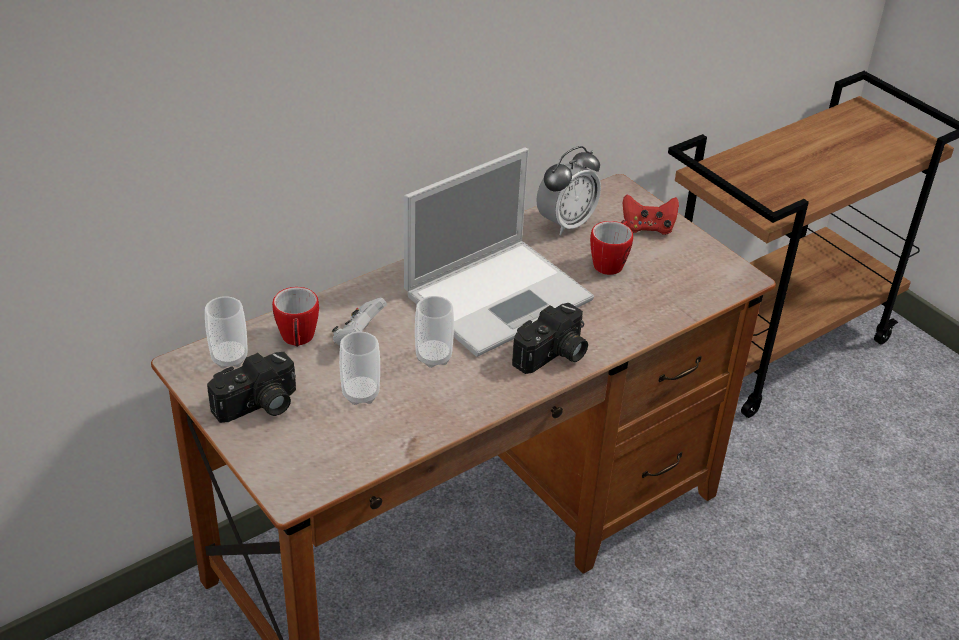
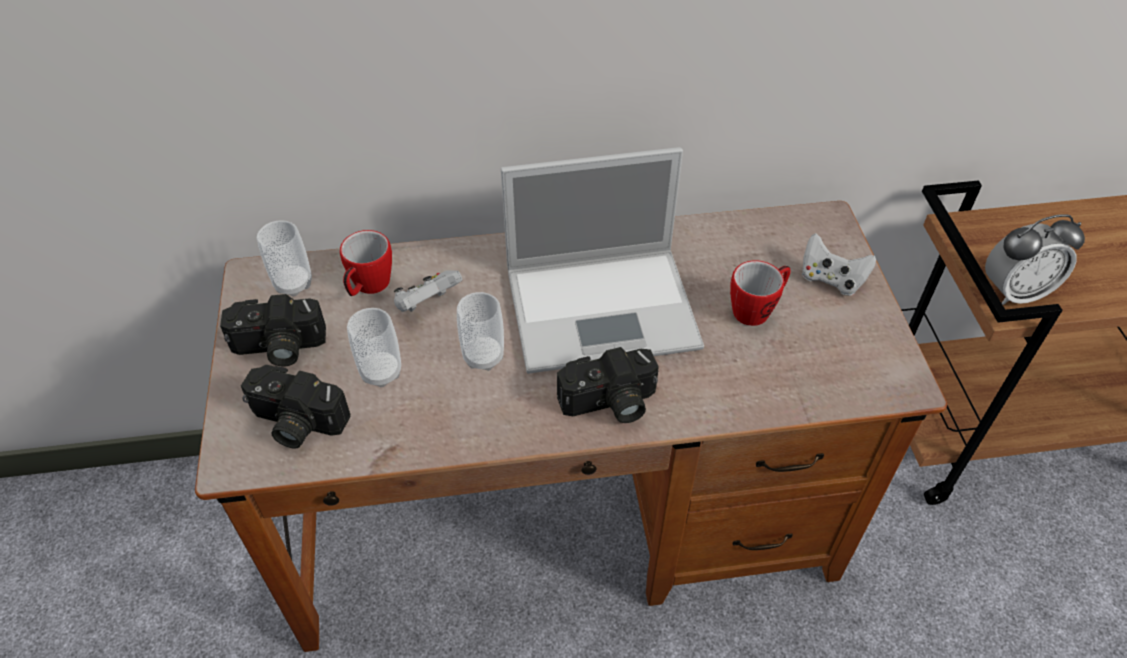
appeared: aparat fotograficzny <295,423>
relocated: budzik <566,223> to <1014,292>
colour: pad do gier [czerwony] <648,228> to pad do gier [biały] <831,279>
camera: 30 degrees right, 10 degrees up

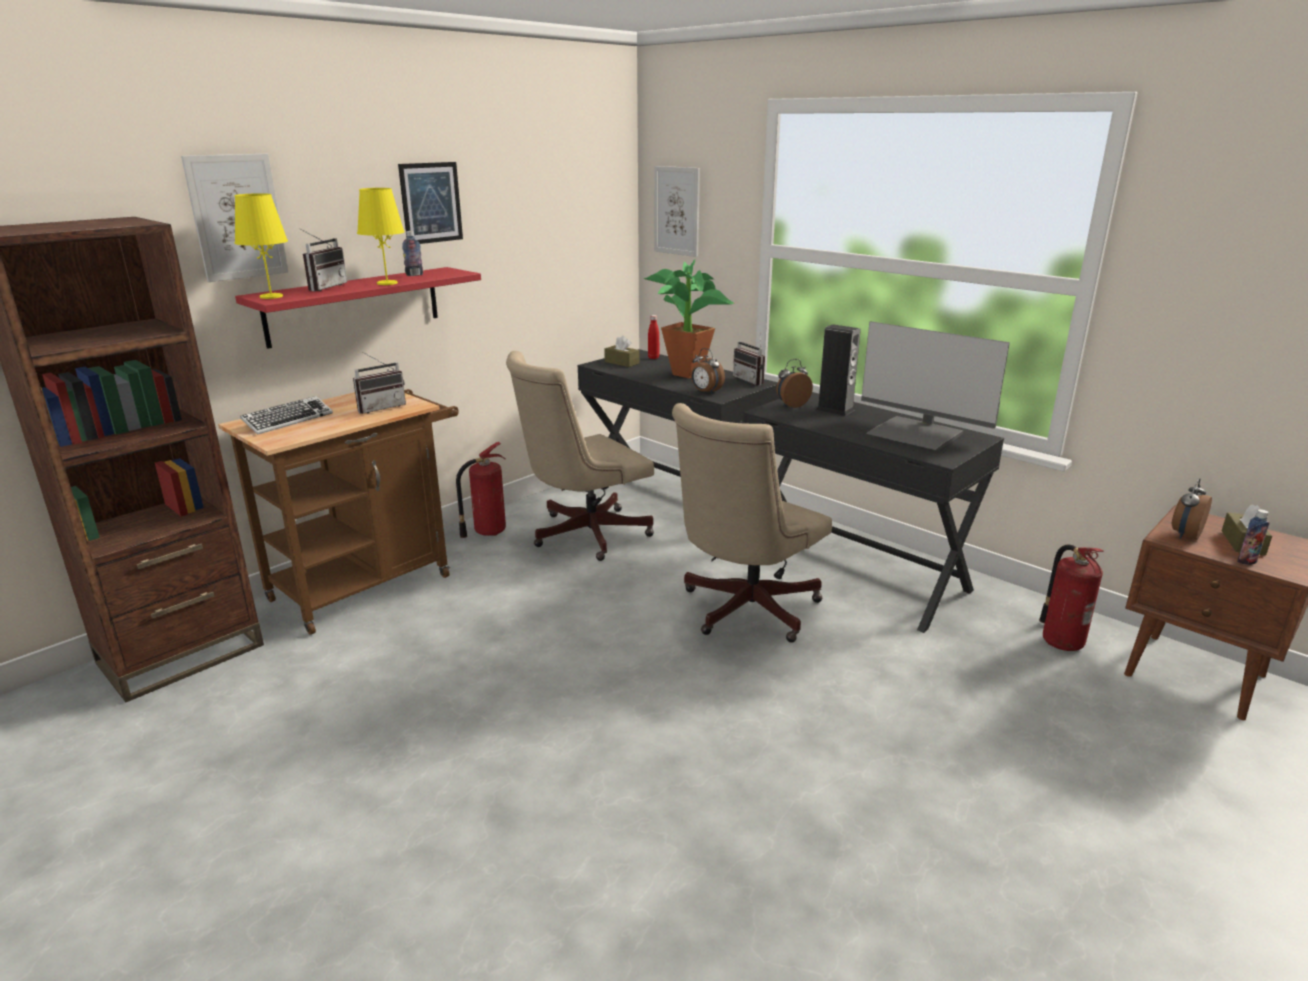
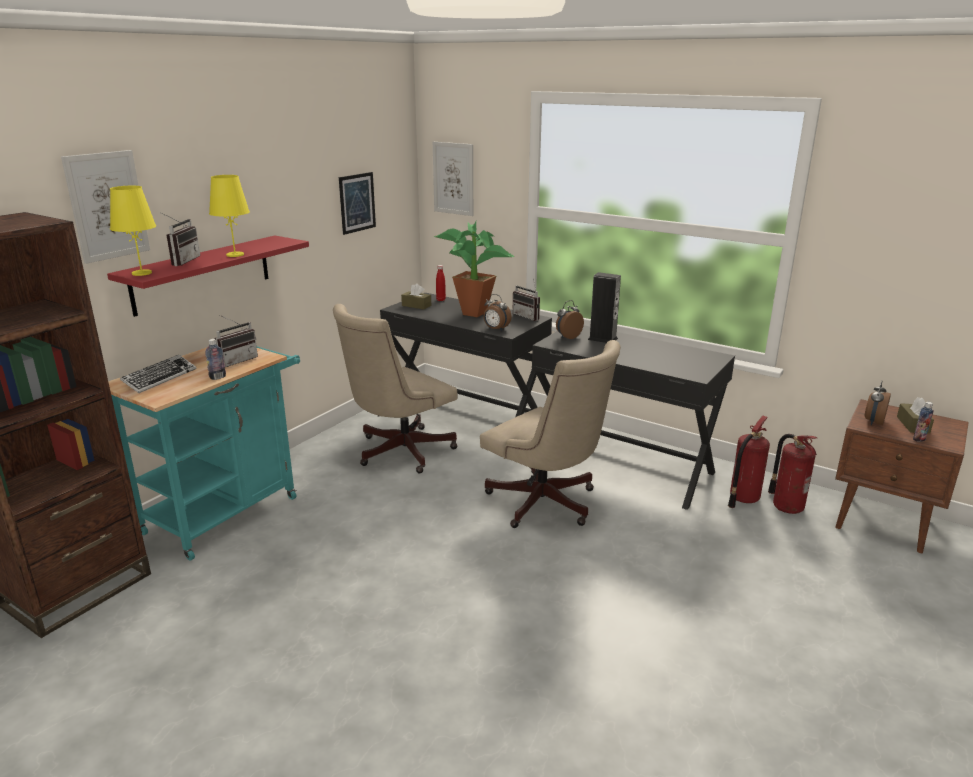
missing: monitor <916,434>
relocated: butelka <414,275> to <218,377>; obraz <431,203> to <357,203>; gaśnica <487,532> to <742,499>
colour: wózek [brązowy] <370,583> to wózek [turkusowy] <228,510>
spun: krzesło biurowe [beżowy] <743,611> = <546,505> 75 degrees counterclockwise
camera: 10 degrees left, 0 degrees up

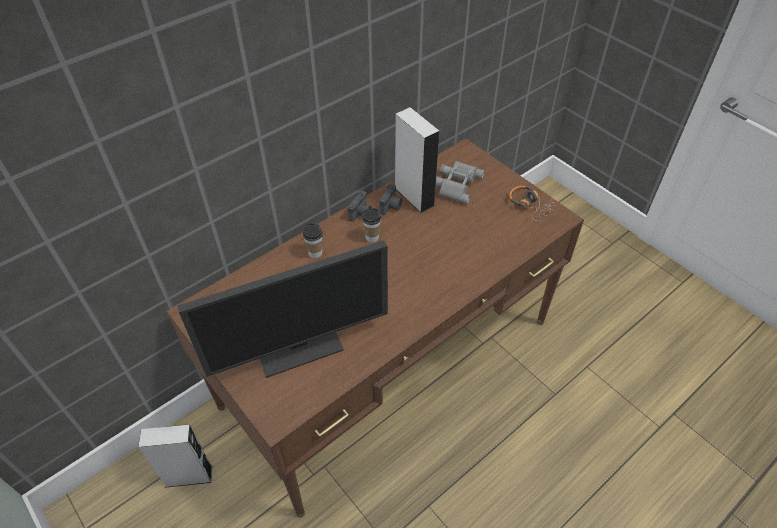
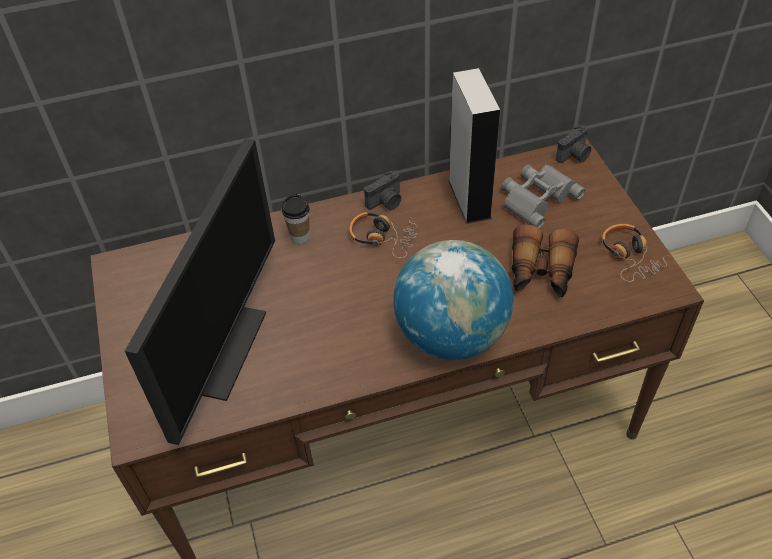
missing: głośnik [szary] <189,476>
appeared: globus <451,335>; lornetka <541,272>
relocated: aparat fotograficzny <391,206> to <574,155>
exchanged: filiżanka <372,237> to słuchawki <383,237>
spun: monitor <298,344> = <216,347> 75 degrees counterclockwise
camera: 25 degrees right, 0 degrees up

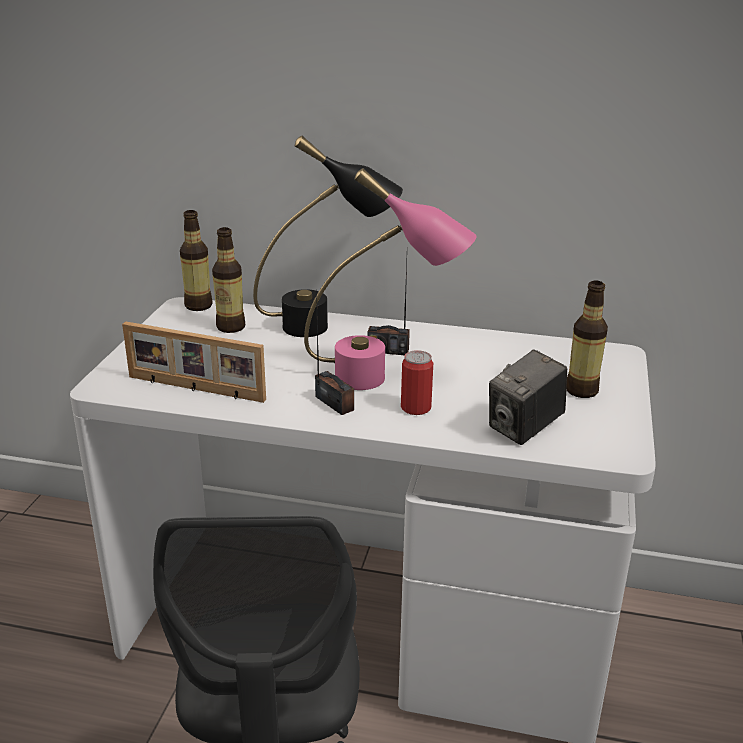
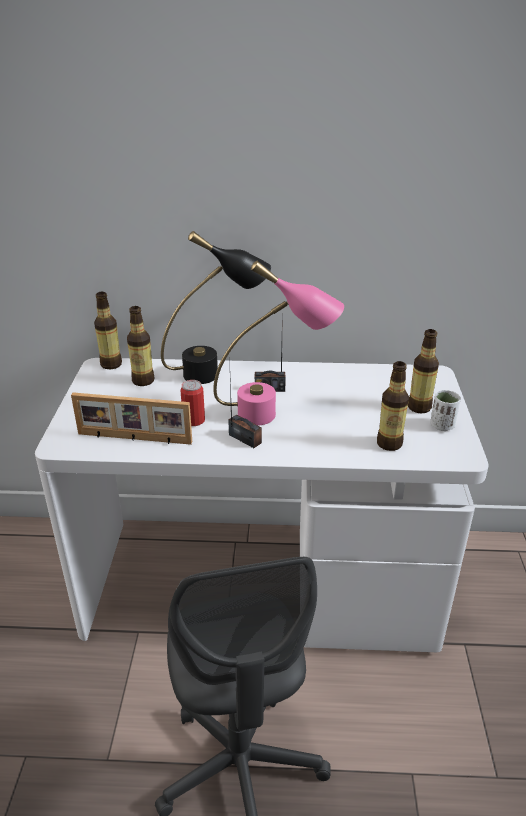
appeared: filiżanka [biały] <442,426>
relocated: puszka <416,408> to <194,420>
exchanged: aparat fotograficzny <524,429> to butelka <389,444>
camera: 10 degrees left, 5 degrees up

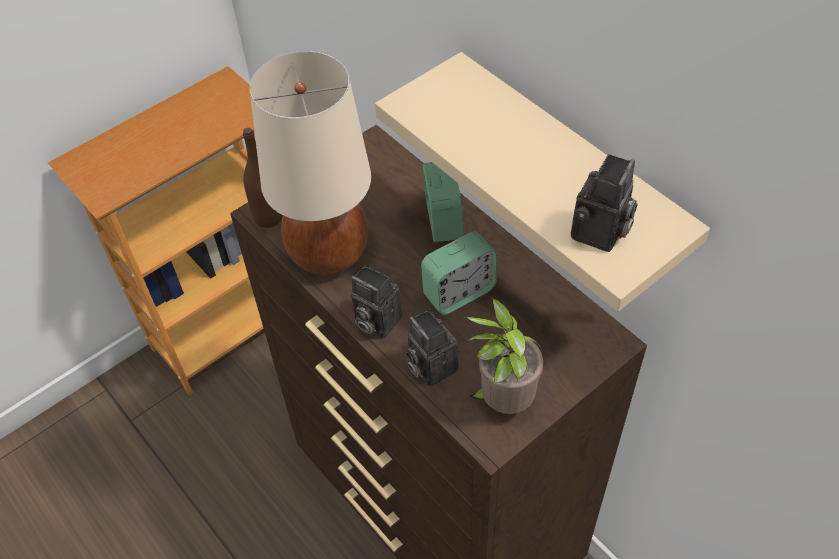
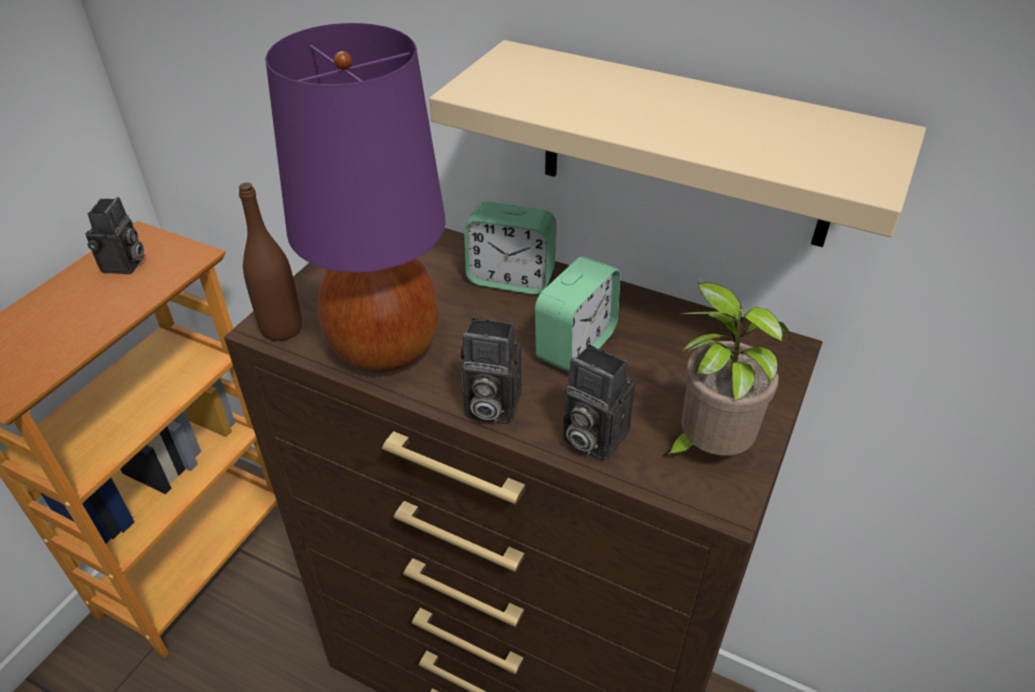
relocated: aparat fotograficzny <600,234> to <124,265>
colour: lampa stołowa [beżowy] <328,254> to lampa stołowa [fioletowy] <385,349>
spun: budzik <443,221> = <510,279> 135 degrees clockwise
camera: 25 degrees left, 10 degrees down

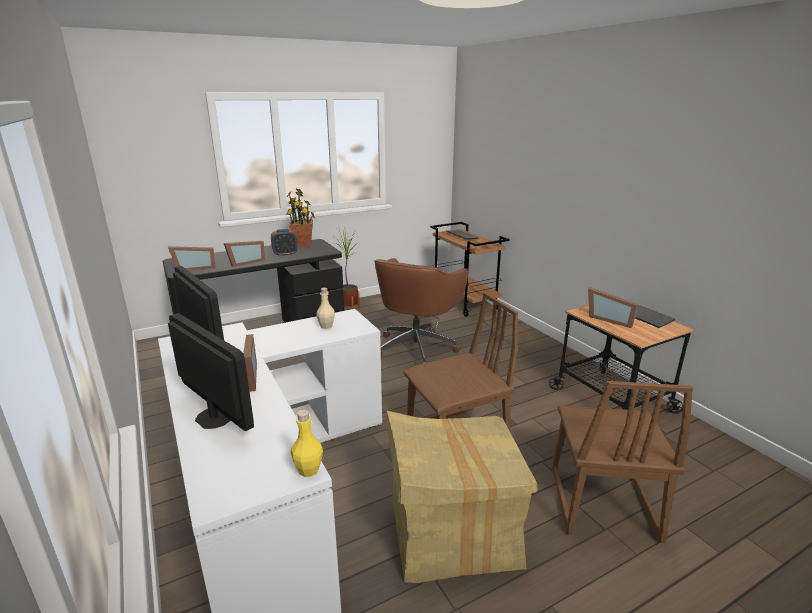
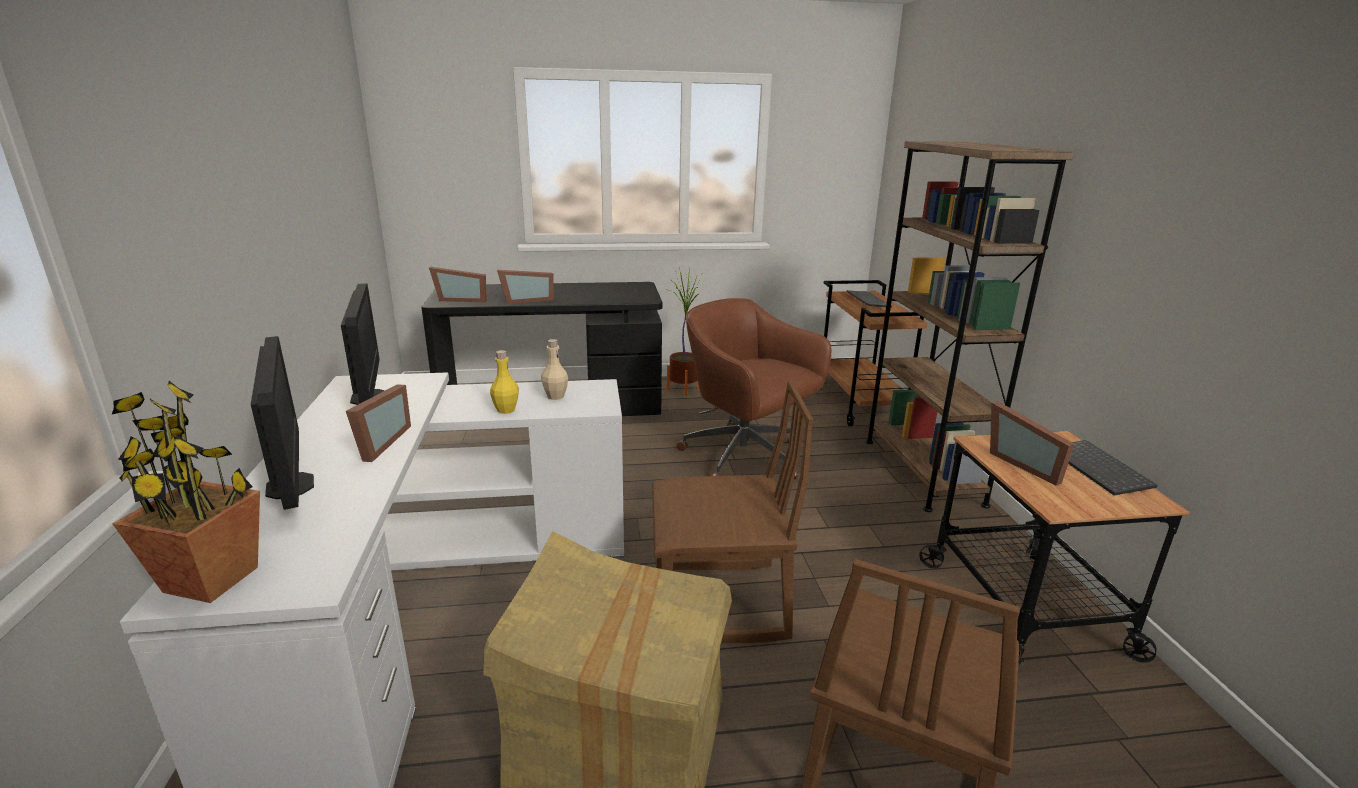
missing: budzik <285,254>
appeared: regał [brązowy] <922,471>
relocated: roślina doniczkowa <303,244> to <212,579>; butelka [żółty] <308,470> to <506,410>
spun: krzesło biurowe [brązowy] <417,347> = <746,457> 90 degrees clockwise
camera: 20 degrees right, 0 degrees up

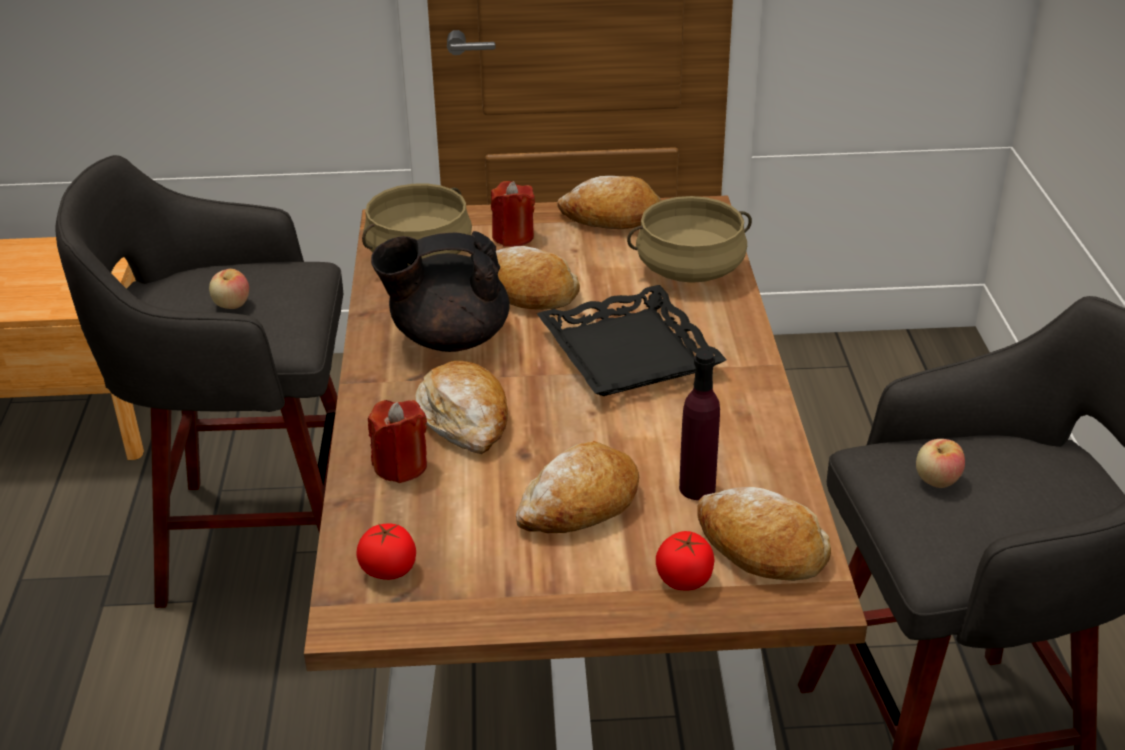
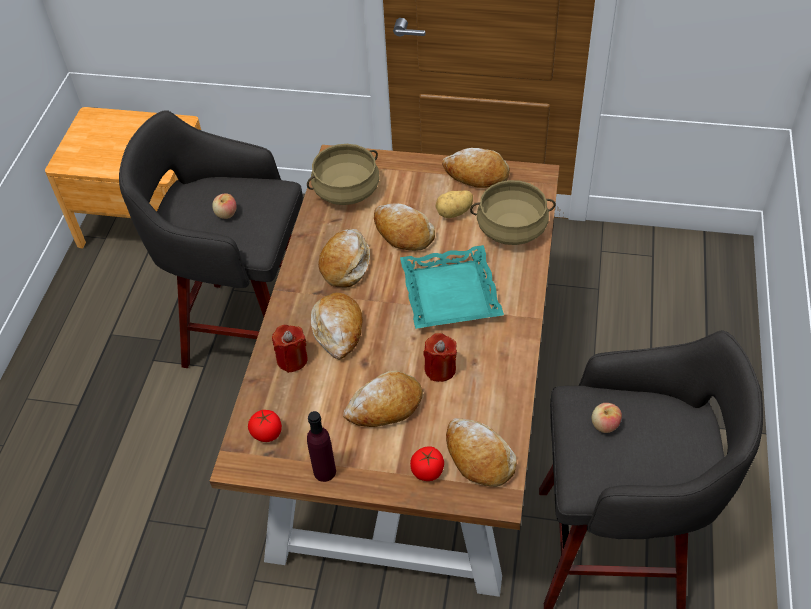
appeared: ziemniak <454,213>
relocated: butelka [fioletowy] <697,488> to <324,471>; świeca [czerwony] <513,237> to <440,369>
exchanged: imbryk [czarny] <448,338> to chleb <345,264>
colour: taca [czarny] <627,353> to taca [turkusowy] <449,293>
camera: 15 degrees right, 15 degrees up

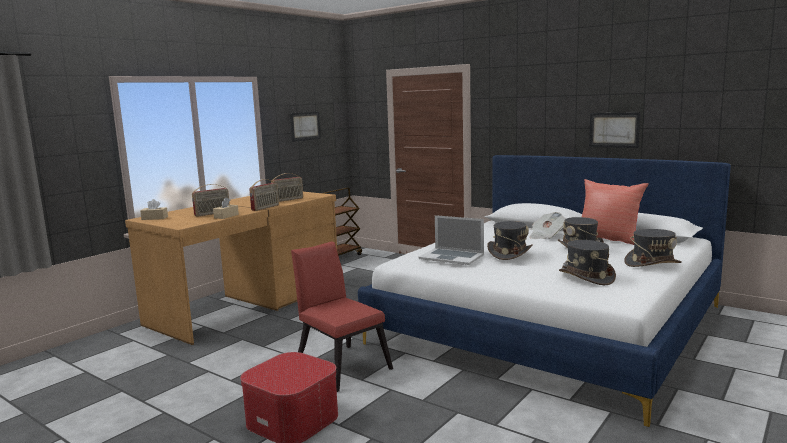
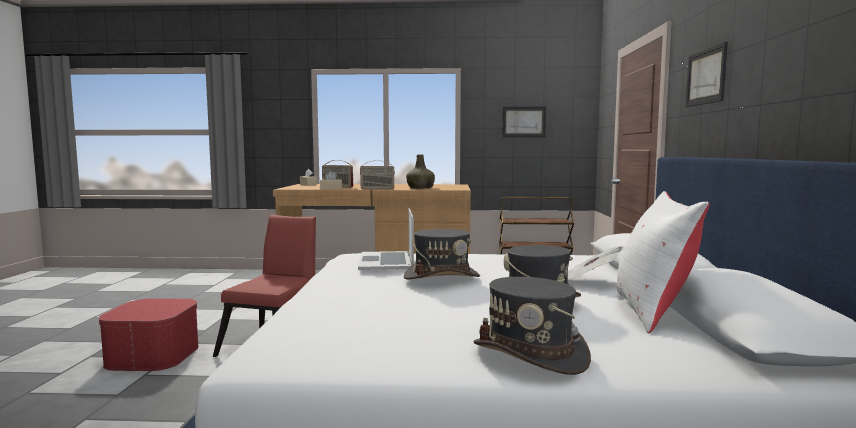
missing: kapelusz [szary] <586,277>
relocated: obraz <614,130> to <706,76>
exchanged: radio <288,200> to butelka [zielony] <420,188>
colour: poduszka [czerwony] <608,239> to poduszka [biały] <652,311>
camera: 55 degrees right, 5 degrees down

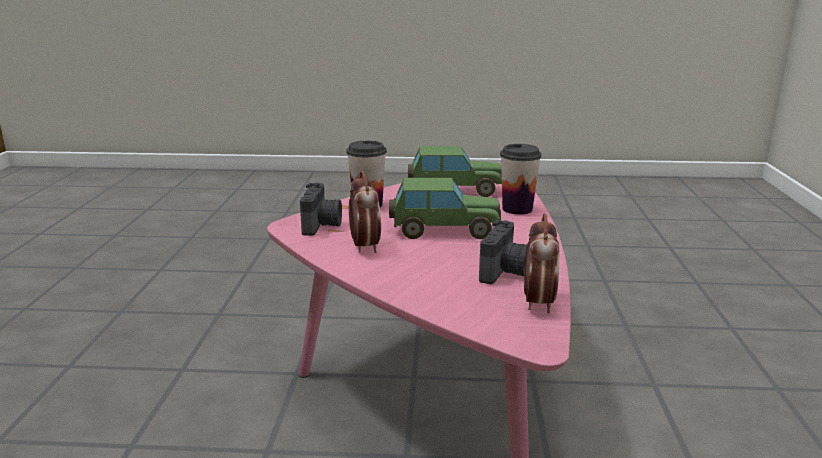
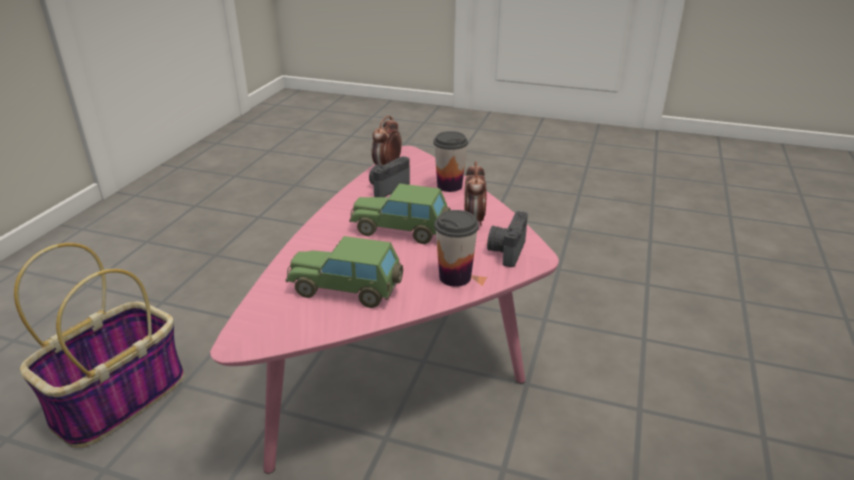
appeared: koszyk <120,398>
relocated: filiżanka <517,209> to <449,186>
camera: 165 degrees left, 10 degrees up

